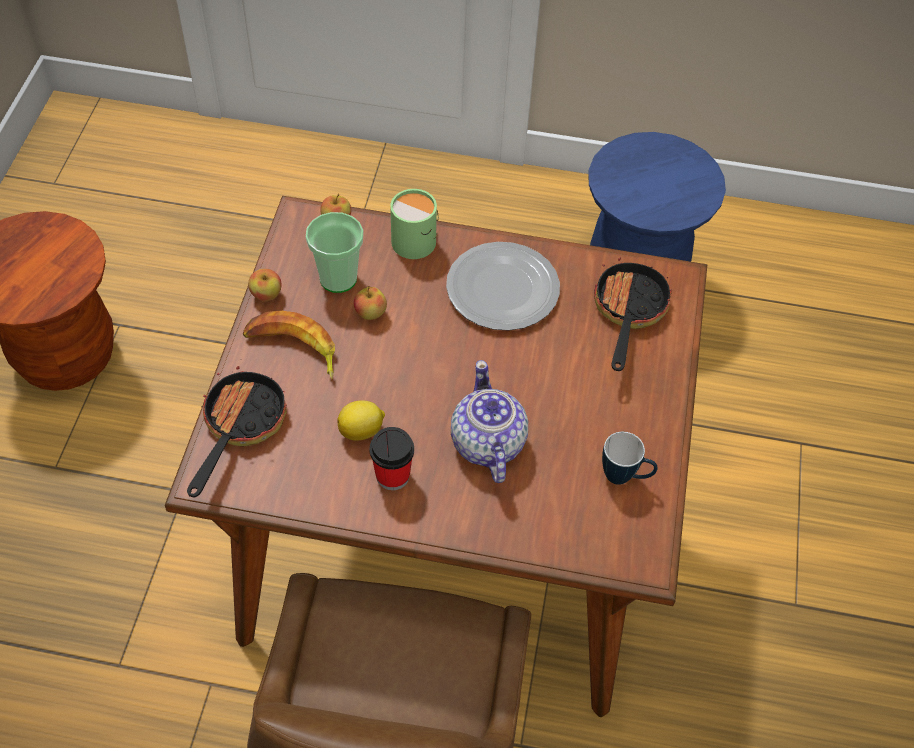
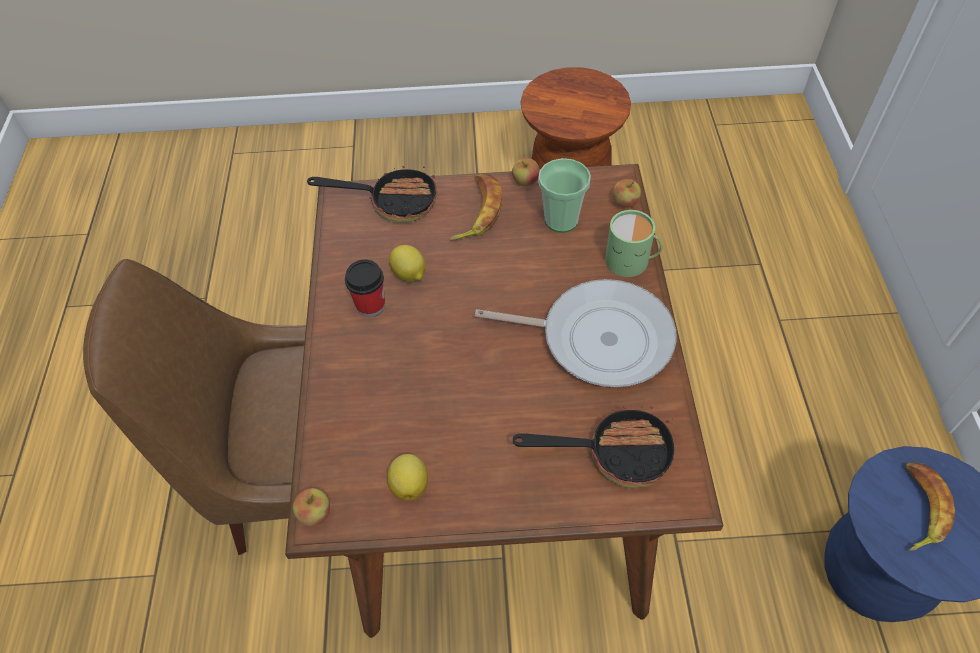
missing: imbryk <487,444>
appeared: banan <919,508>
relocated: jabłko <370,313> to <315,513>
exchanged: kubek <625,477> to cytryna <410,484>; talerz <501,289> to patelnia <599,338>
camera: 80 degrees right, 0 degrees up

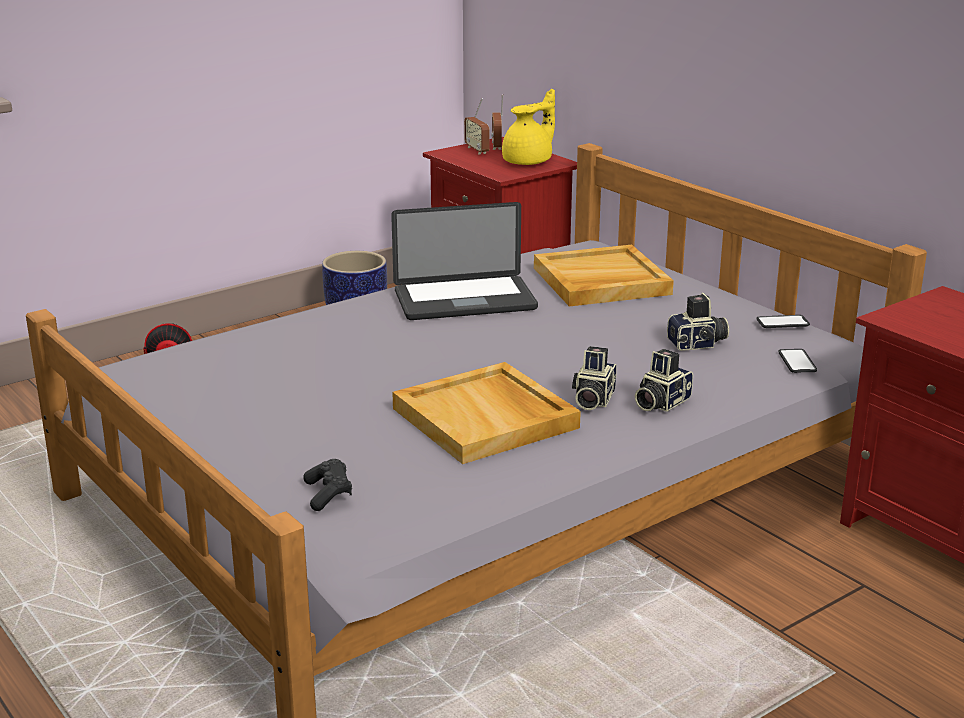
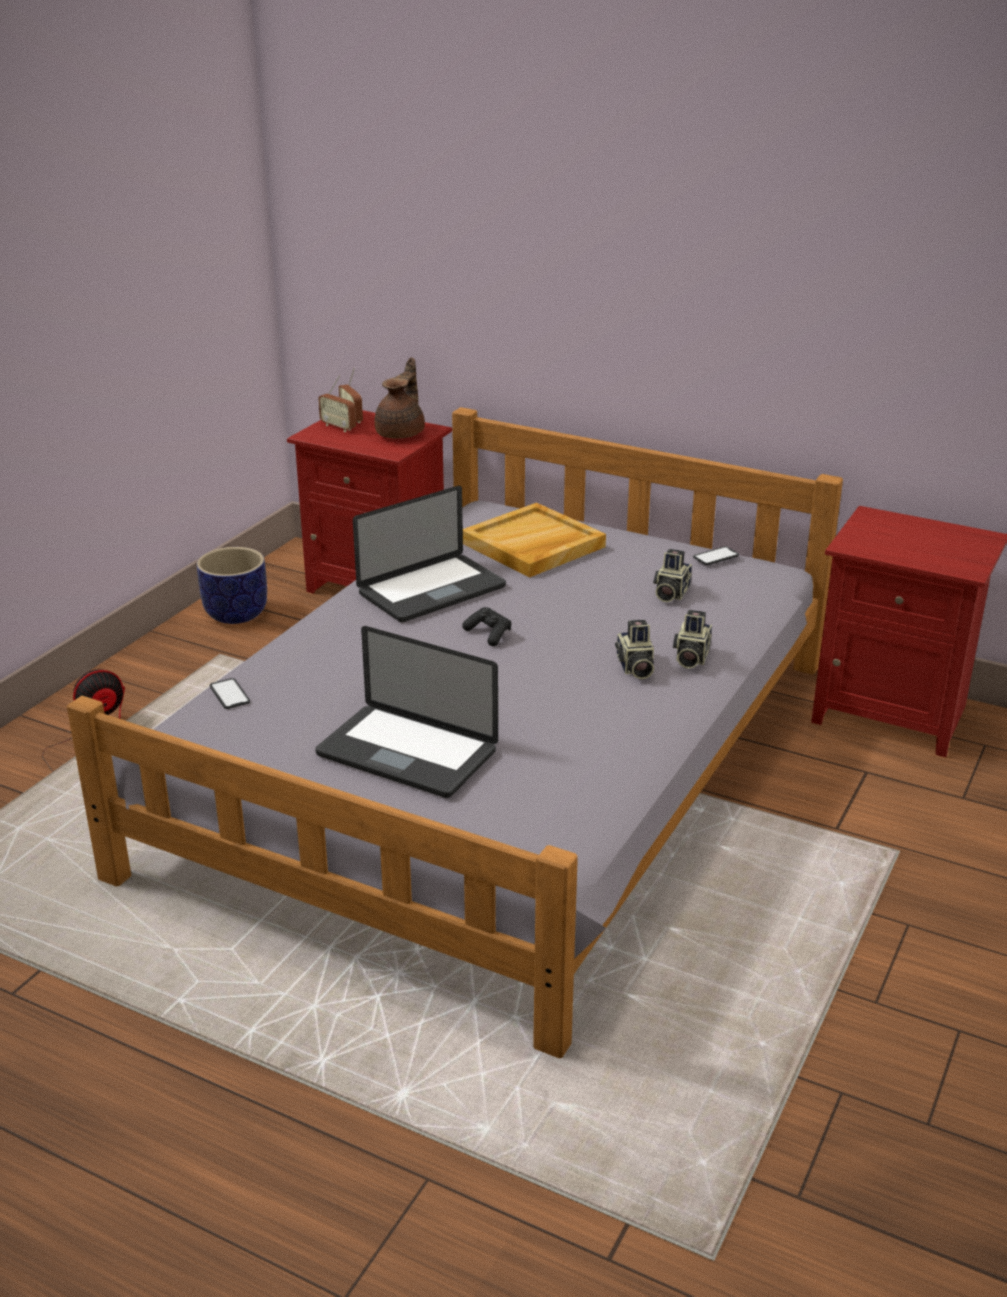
missing: taca [beżowy] <487,418>
appeared: laptop <406,753>
relocated: telefon <797,362> to <229,694>; pad do gier [czarny] <328,494> to <488,634>
colour: imbryk [żółty] <529,162> to imbryk [brązowy] <402,433>
spun: aparat fotograficzny <698,344> = <670,593> 150 degrees clockwise
camera: 25 degrees left, 5 degrees up

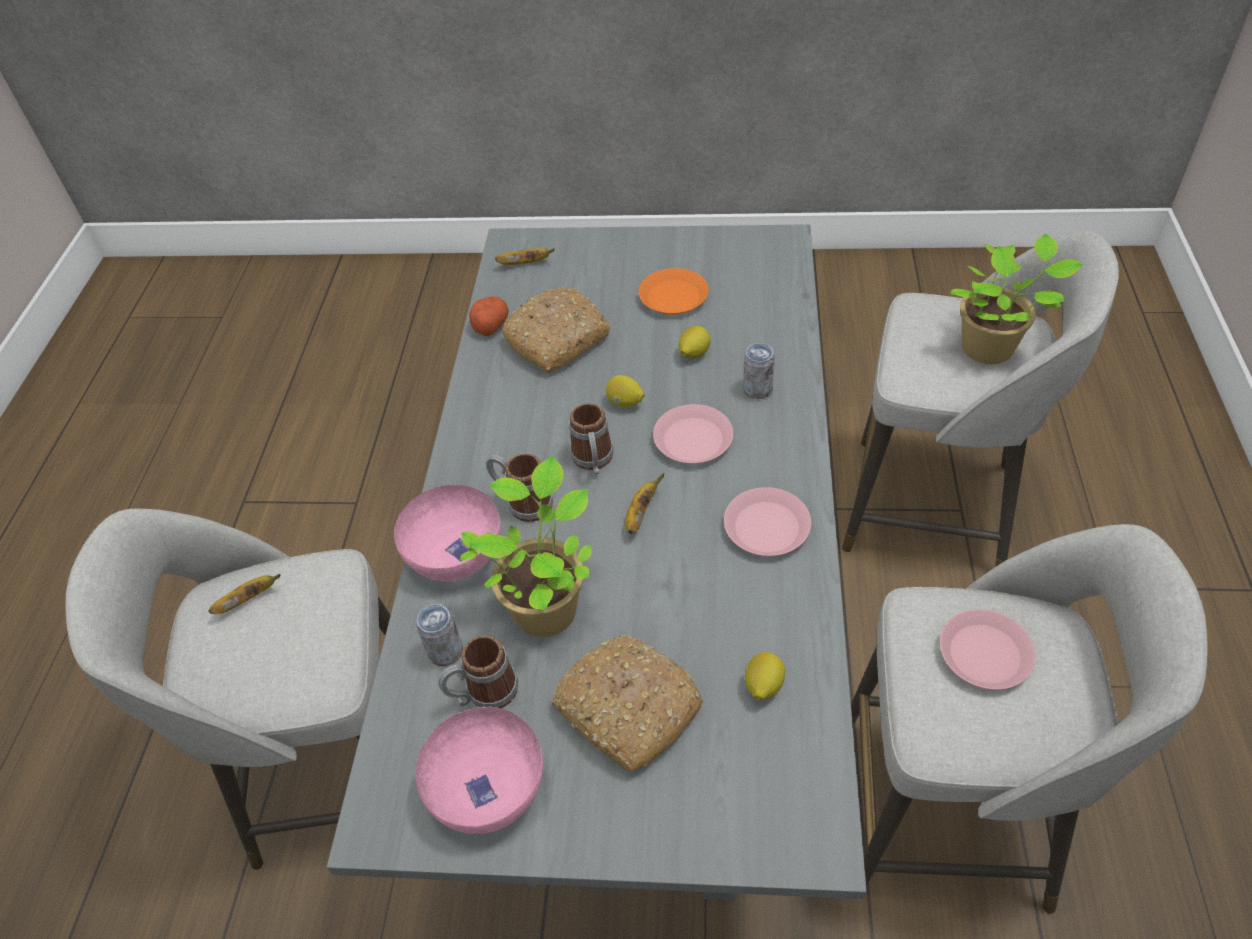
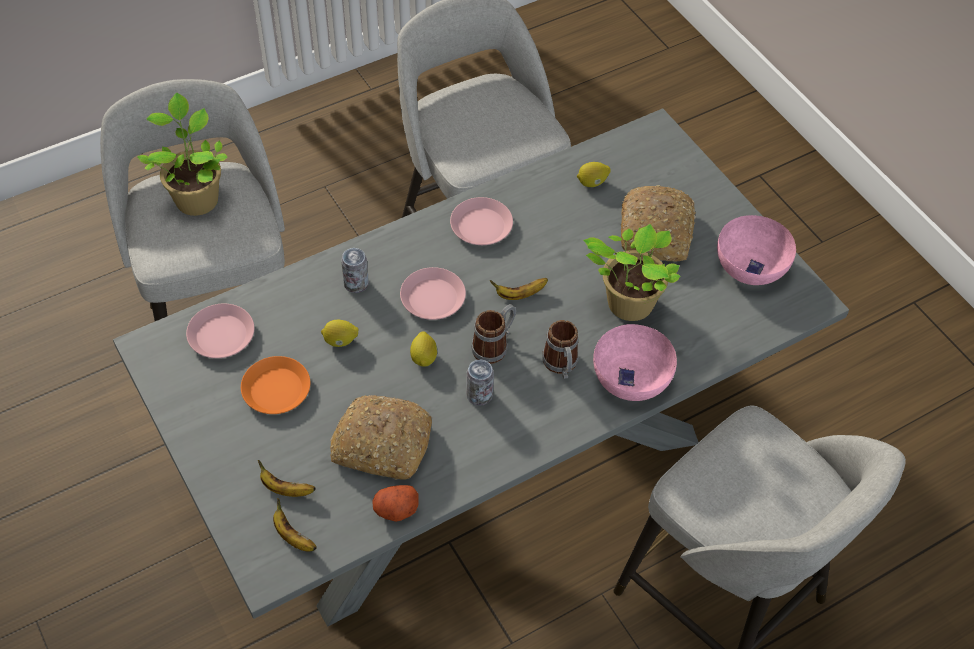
missing: kubek <483,694>
relocated: talerz [różowy] <984,654> to <221,336>; banan <248,599> to <285,489>; puszka <445,651> to <479,395>
camera: 130 degrees left, 5 degrees up

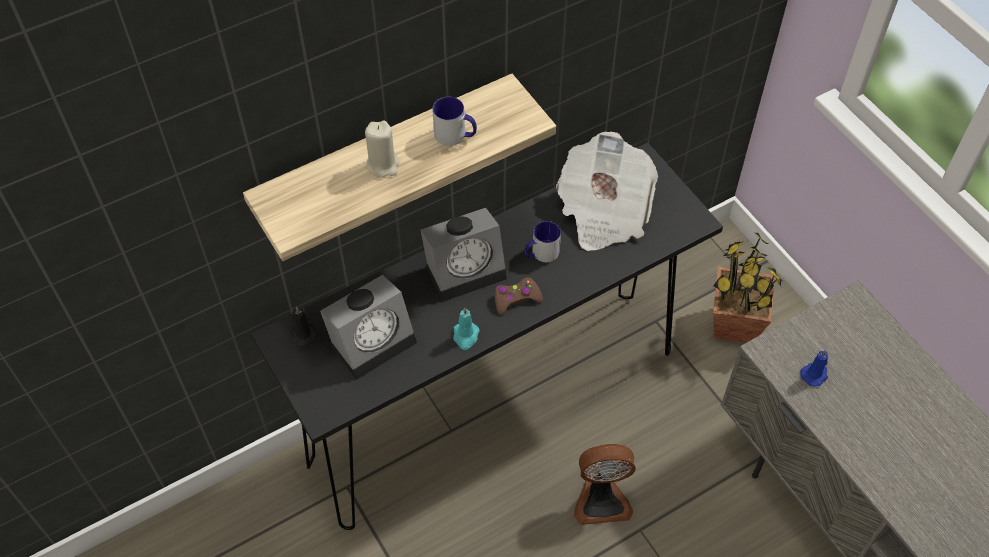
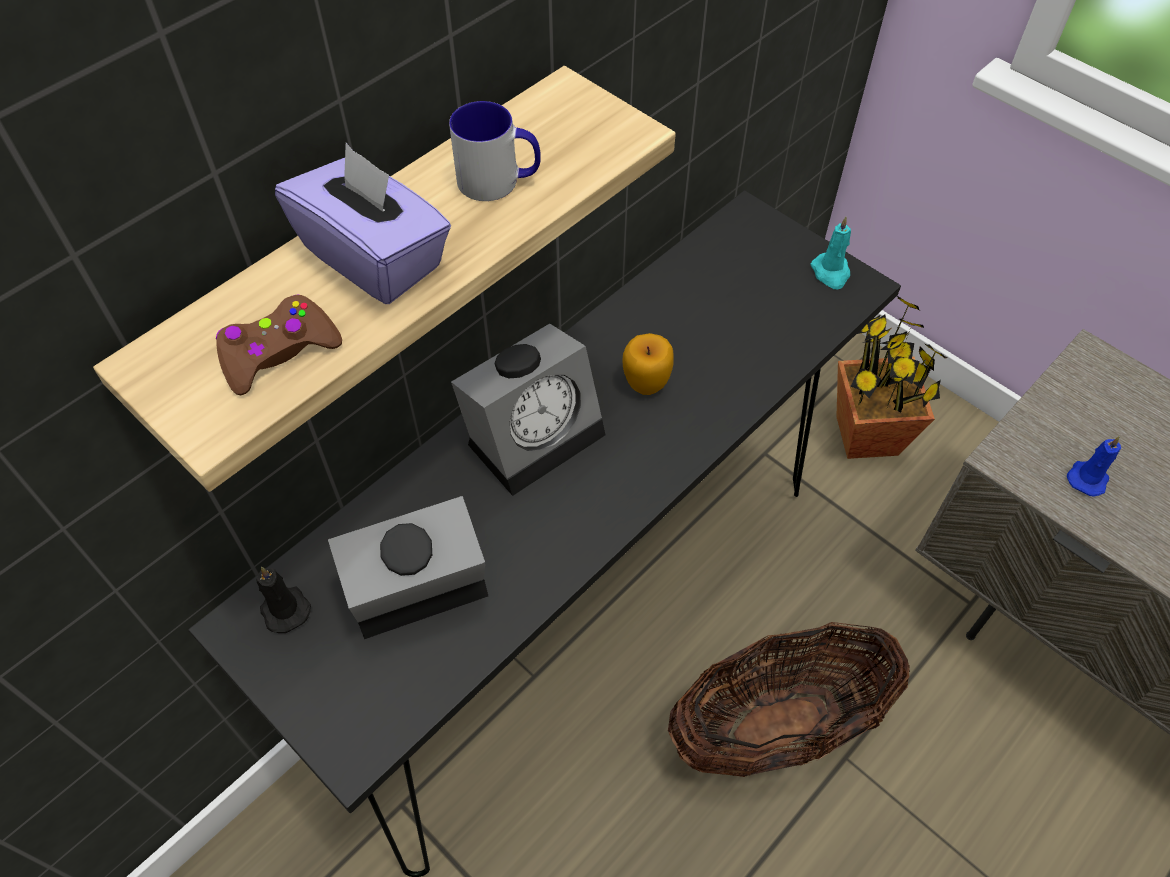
missing: gazeta <603,211>
relocated: pad do gier [brązowy] <516,299> to <278,353>; świeca [turkusowy] <465,336> to <831,273>
exchanged: świeca [beżowy] <383,164> to pudełko chusteczek [fioletowy] <375,257>; kubek <541,254> to jabłko <646,383>; wentylator <601,499> to koszyk <777,726>
spun: budzik <373,340> = <413,590> 150 degrees counterclockwise
camera: 15 degrees left, 0 degrees up

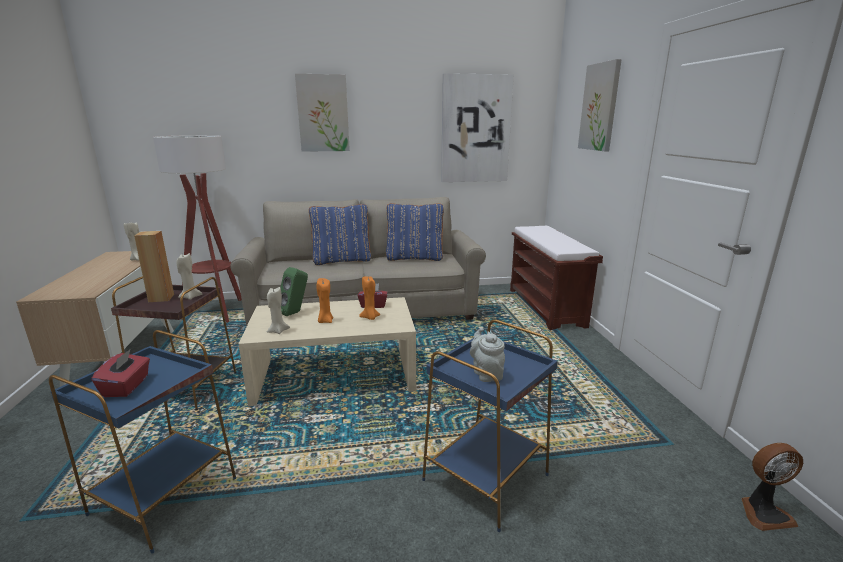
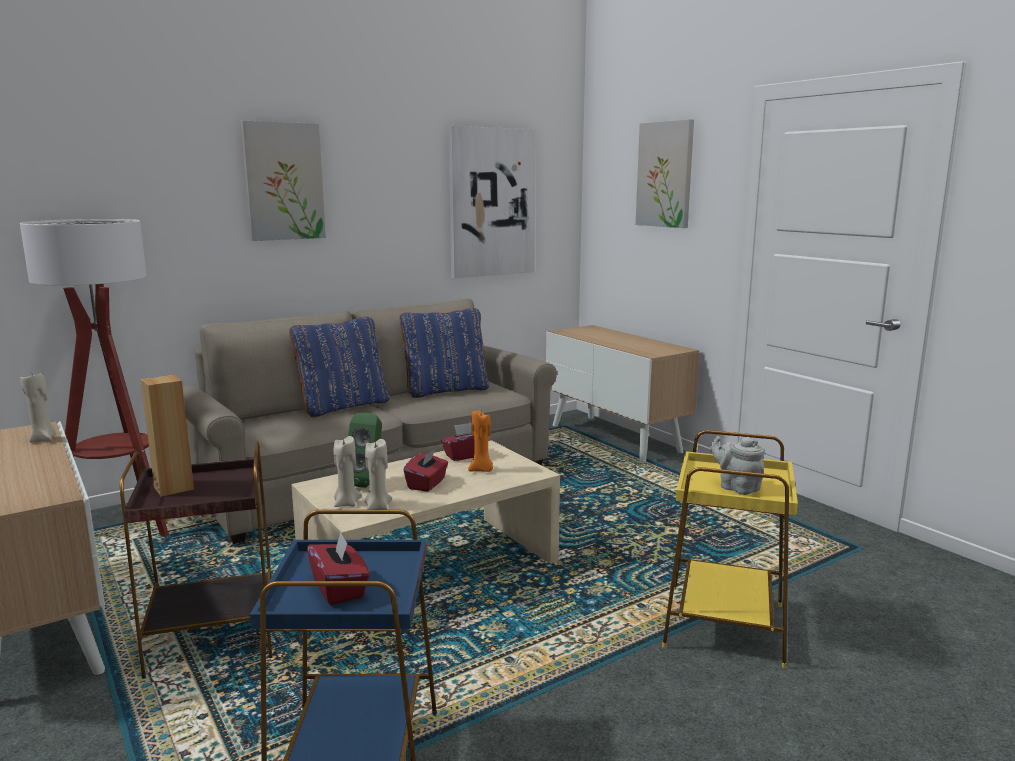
missing: wentylator <763,513>
relocated: świeca [beżowy] <190,297> to <346,503>
exchanged: świeca [pomarańczowy] <325,321> to pudełko chusteczek [czerwony] <427,484>; ławka [brązowy] <546,307> to szafka <615,438>
colour: stolik [niebieski] <484,477> to stolik [żółty] <723,626>
camera: 25 degrees left, 5 degrees down

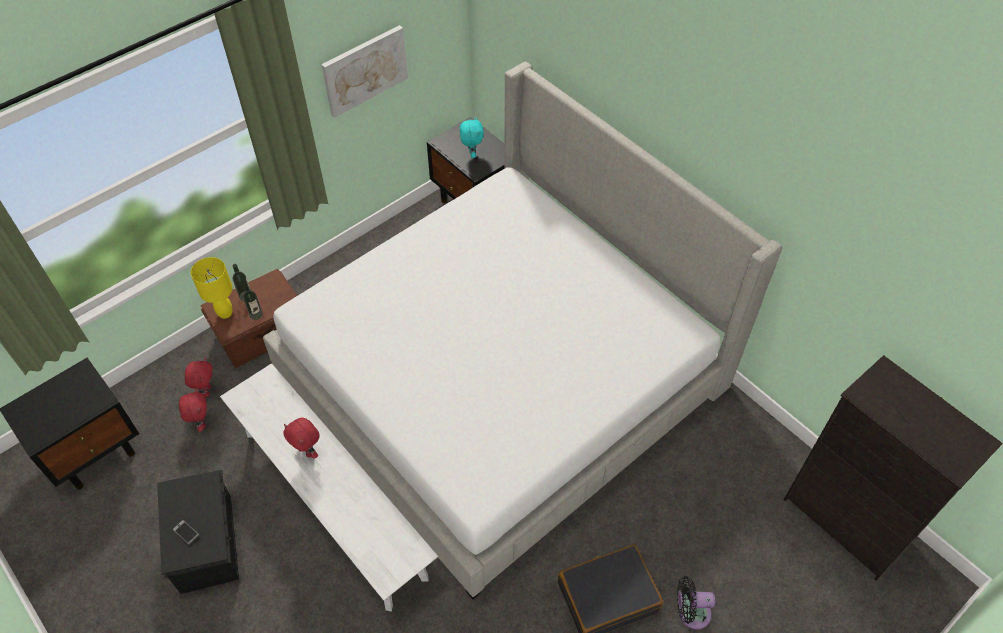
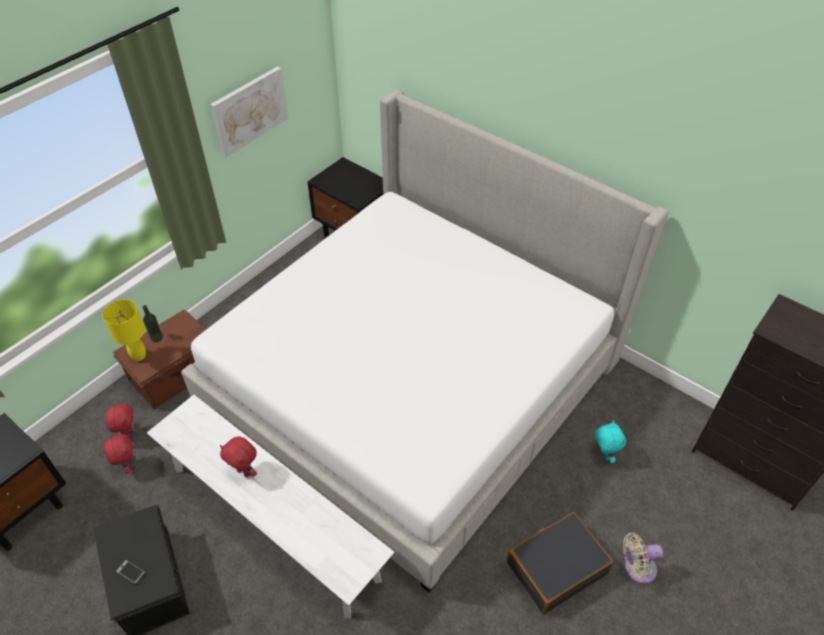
missing: butelka <256,314>
relocated: pluszak [turkusowy] <471,154> to <603,454>
colour: wentylator [czarny] <690,613> to wentylator [beżowy] <636,569>
camera: 10 degrees left, 5 degrees down

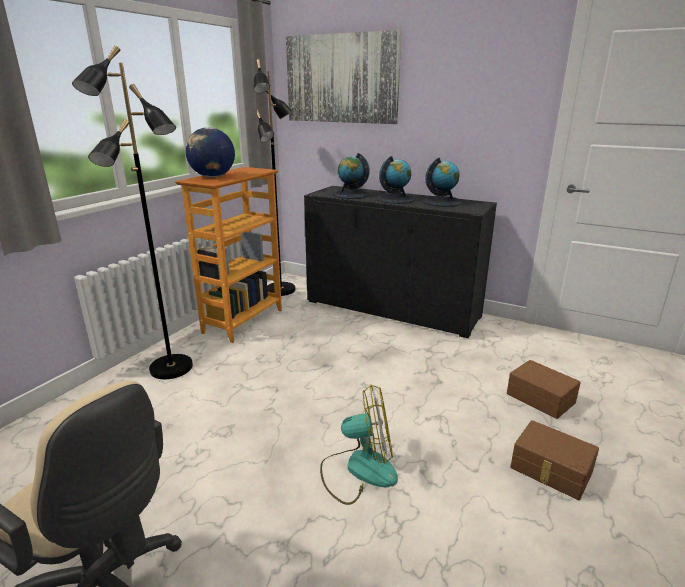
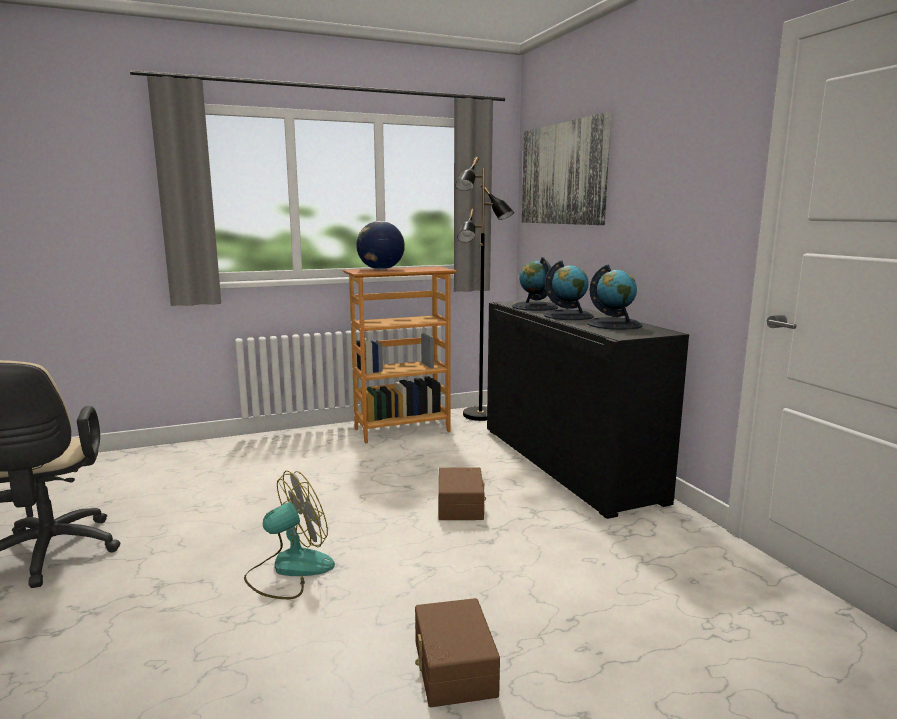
missing: lampa stojąca [czarny] <171,369>
relocated: pojemnik do przechowywania [brązowy] <541,397> to <462,505>
spun: wentylator <359,470> = <289,570> 75 degrees counterclockwise
camera: 40 degrees right, 10 degrees down

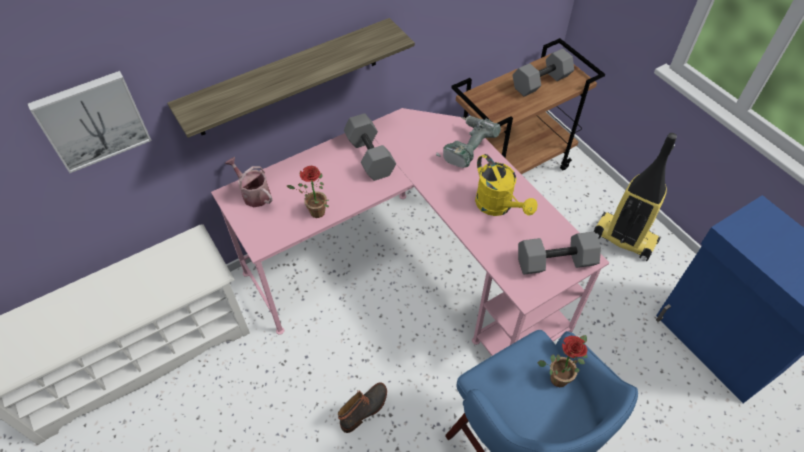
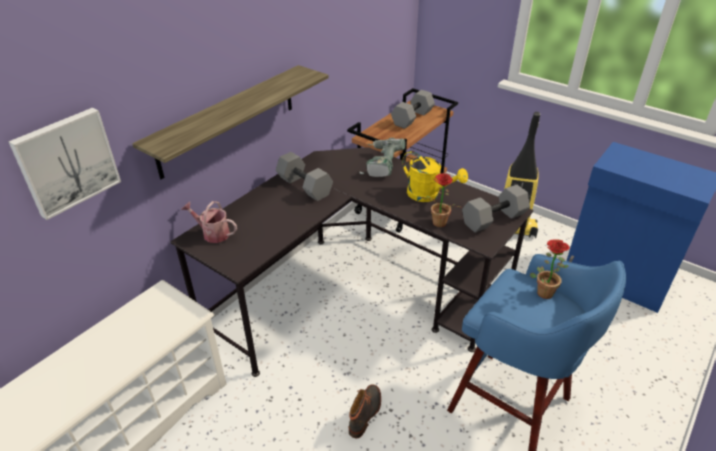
relocated: roślina doniczkowa <314,213> to <437,224>
colour: biurko [różowy] <409,271> to biurko [czarny] <353,294>
camera: 20 degrees left, 15 degrees down

